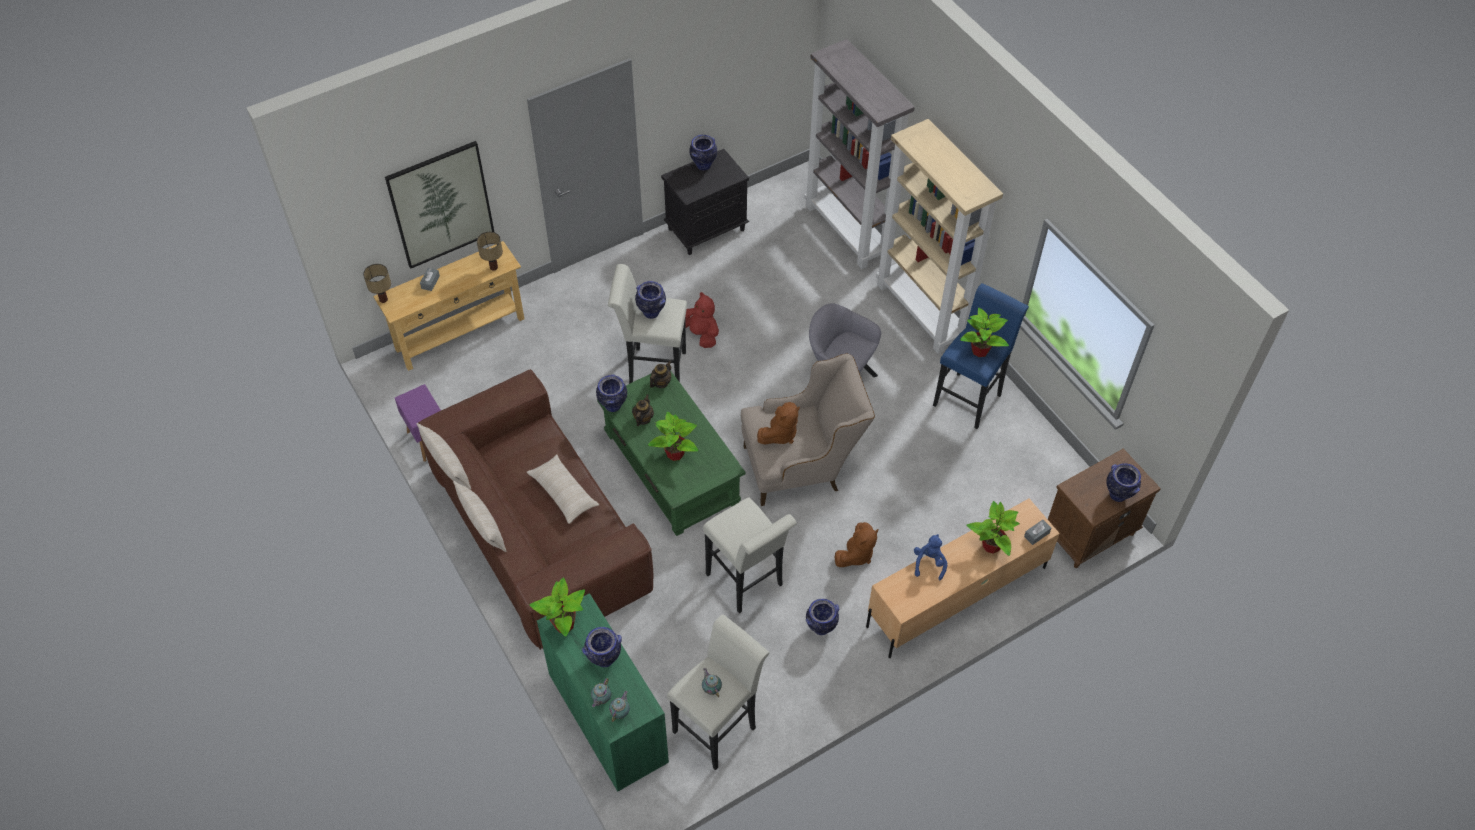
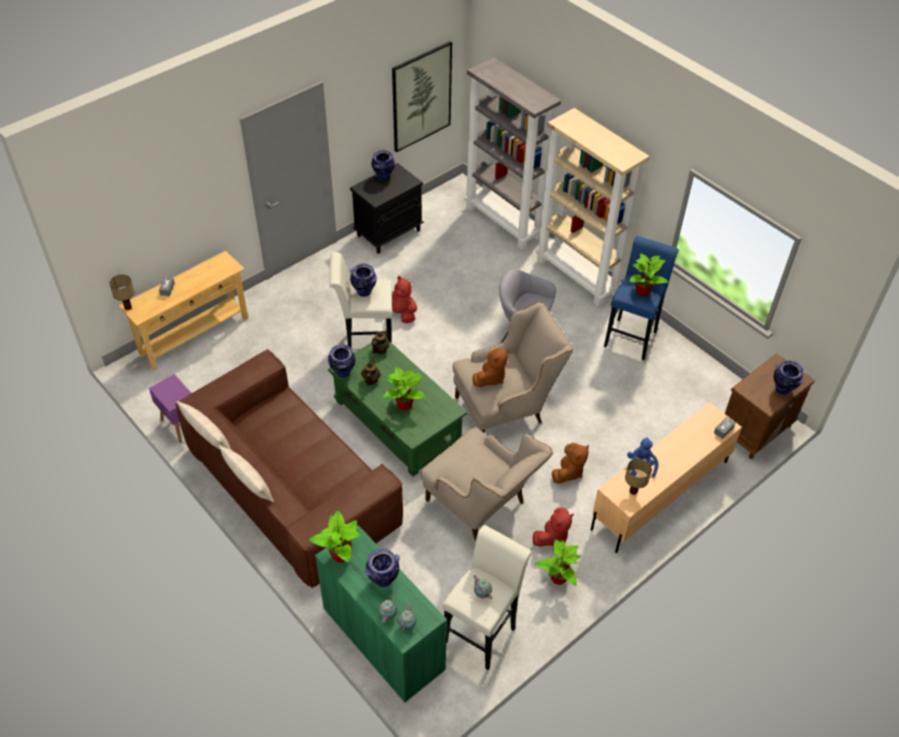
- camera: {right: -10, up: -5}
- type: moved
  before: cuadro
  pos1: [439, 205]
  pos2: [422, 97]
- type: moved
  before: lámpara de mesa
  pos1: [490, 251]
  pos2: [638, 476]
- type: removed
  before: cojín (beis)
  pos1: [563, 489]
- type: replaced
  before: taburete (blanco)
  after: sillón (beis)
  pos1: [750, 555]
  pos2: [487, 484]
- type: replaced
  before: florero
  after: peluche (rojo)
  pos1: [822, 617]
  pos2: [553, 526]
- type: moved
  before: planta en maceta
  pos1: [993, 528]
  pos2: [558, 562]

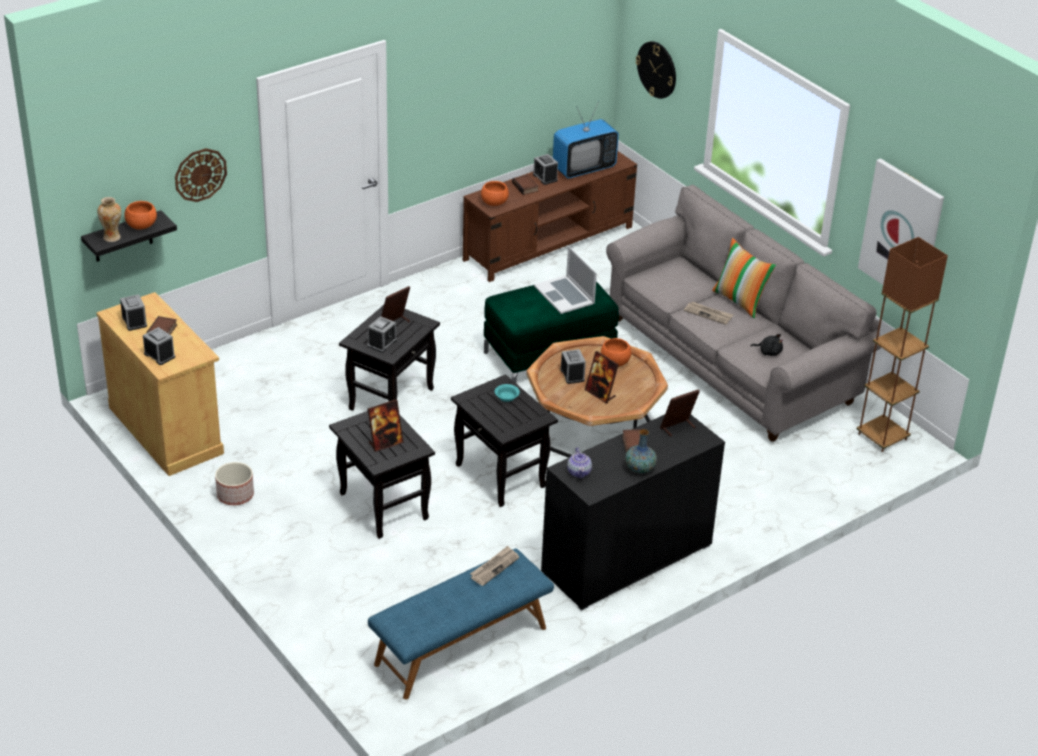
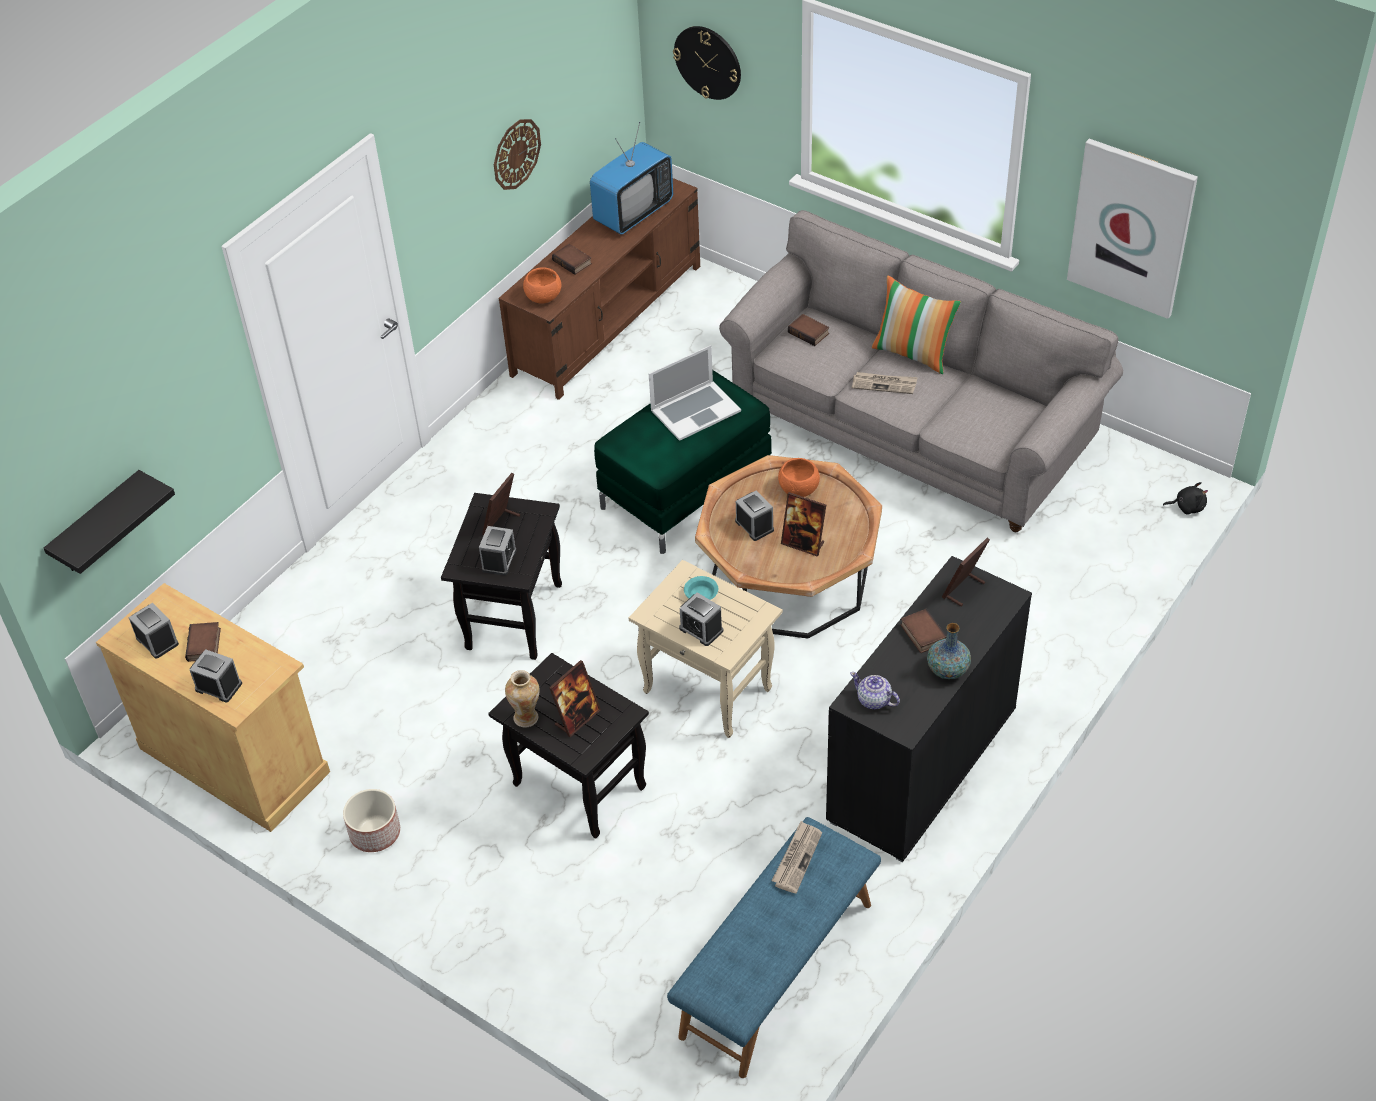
- camera: {right: -15, up: 10}
- type: moved
  before: florero
  pos1: [109, 219]
  pos2: [522, 698]
- type: removed
  before: cuenco (naranja)
  pos1: [140, 215]
- type: moved
  before: reloj de pared
  pos1: [201, 175]
  pos2: [517, 154]
- type: recoloured
  before: mesa auxiliar (negro)
  after: mesa auxiliar (beis)
  pos1: [504, 440]
  pos2: [706, 649]
- type: moved
  before: despertador
  pos1: [545, 169]
  pos2: [701, 619]
- type: turned
  before: portátil
  pos1: [565, 280]
  pos2: [695, 393]
  turn: -75
- type: turned
  before: tetera
  pos1: [579, 462]
  pos2: [875, 690]
  turn: 150
- type: moved
  before: peluche (negro)
  pos1: [767, 345]
  pos2: [1185, 498]
- type: removed
  before: lámpara de pie (marrón)
  pos1: [902, 344]
- type: added
  after: libro
  pos2: [808, 330]

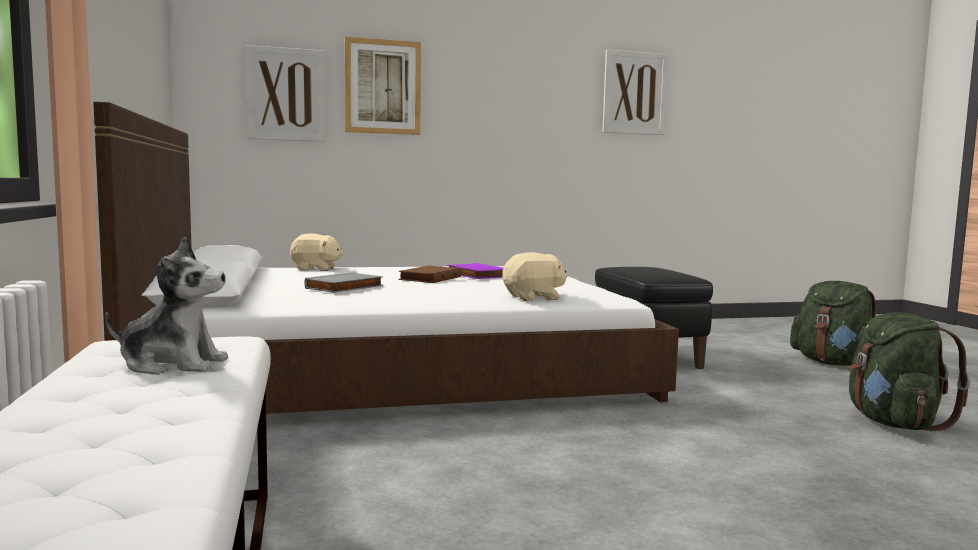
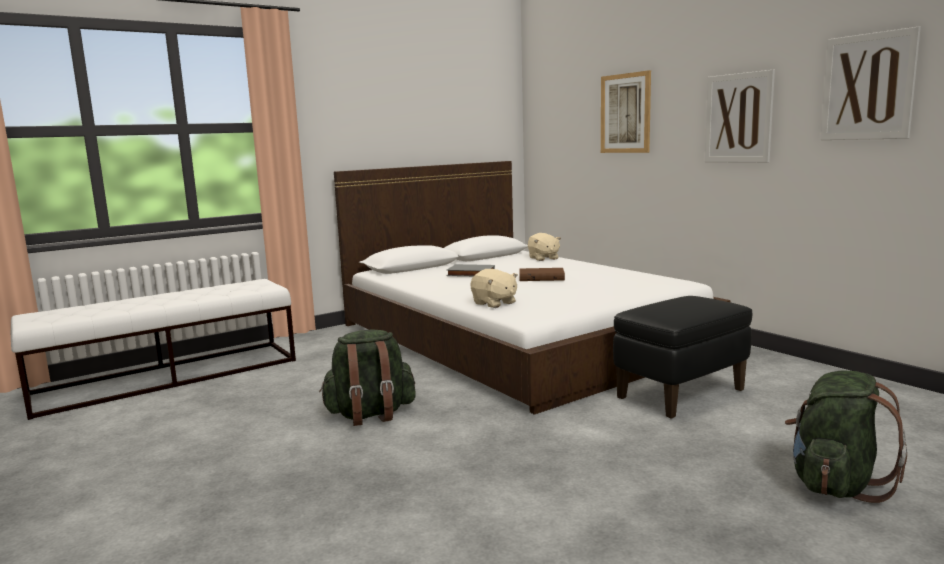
- camera: {right: 70, up: 5}
- type: removed
  before: peluche
  pos1: [166, 305]
- type: moved
  before: cuadro
  pos1: [285, 93]
  pos2: [740, 116]
- type: removed
  before: libro (morado)
  pos1: [475, 271]
- type: moved
  before: mochila (verde)
  pos1: [909, 371]
  pos2: [367, 378]

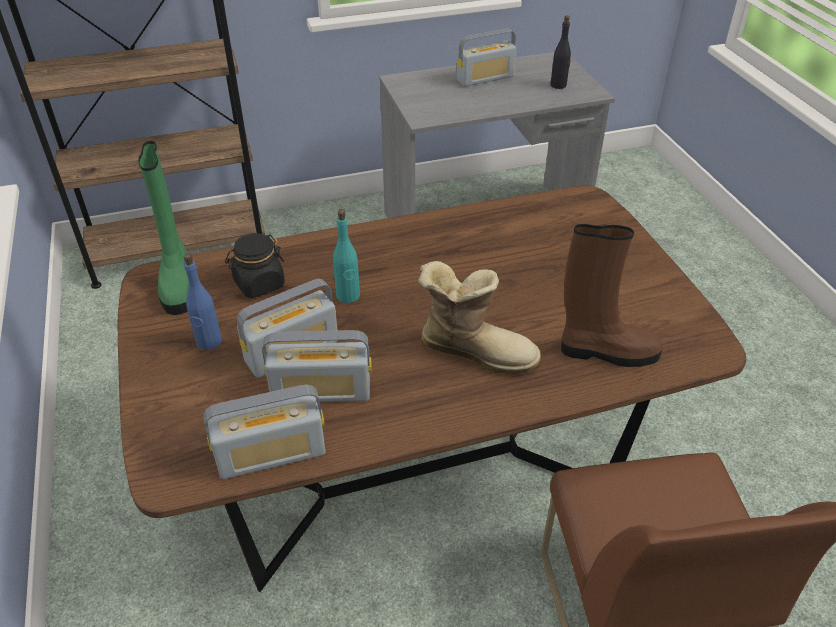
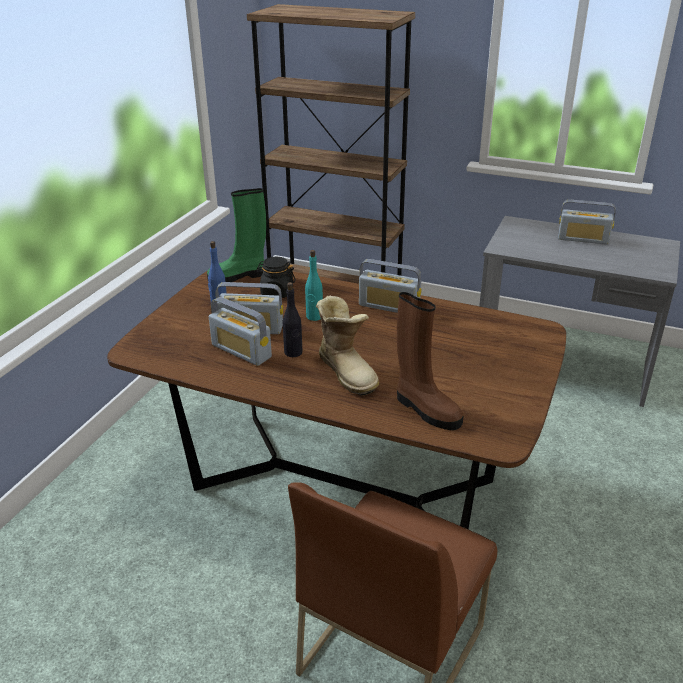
- camera: {right: 40, up: -10}
- type: turned
  before: bota (verde)
  pos1: [163, 228]
  pos2: [236, 235]
  turn: 45
- type: moved
  before: radio
  pos1: [265, 432]
  pos2: [390, 286]
- type: moved
  before: botella (negro)
  pos1: [560, 52]
  pos2: [293, 319]

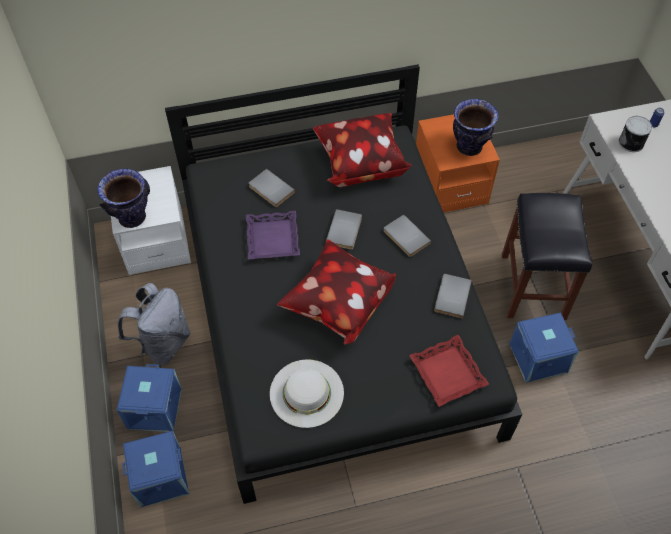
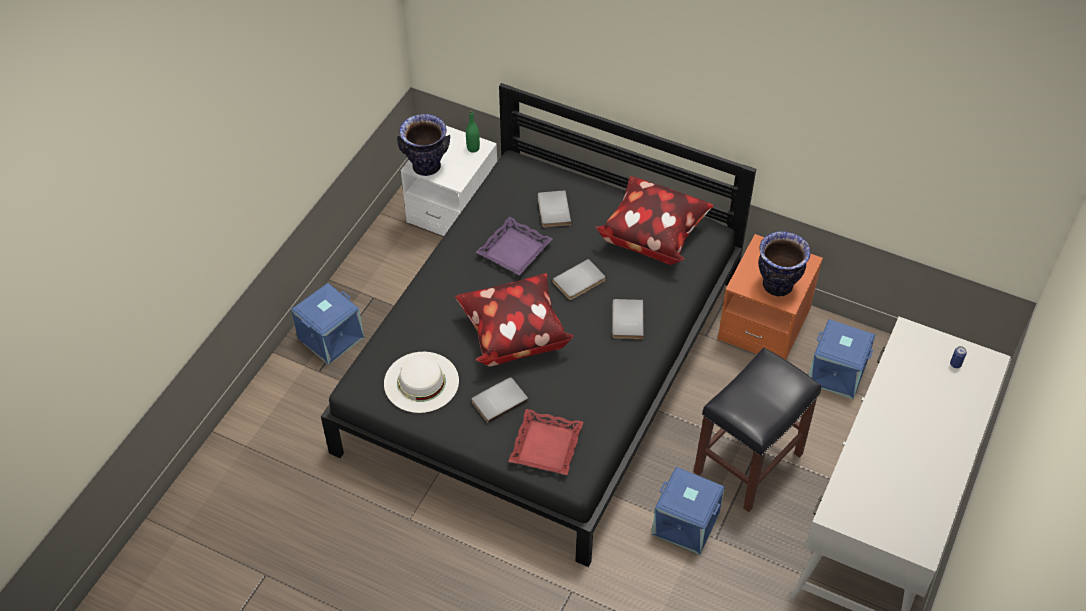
- camera: {right: 40, up: -5}
- type: removed
  before: mochila (gris)
  pos1: [154, 324]
- type: moved
  before: caja de almacenaje (azul)
  pos1: [155, 469]
  pos2: [842, 359]
- type: moved
  before: libro (gris)
  pos1: [453, 296]
  pos2: [500, 400]
- type: removed
  before: lata
  pos1: [635, 134]
- type: added
  after: botella (verde)
  pos2: [473, 131]

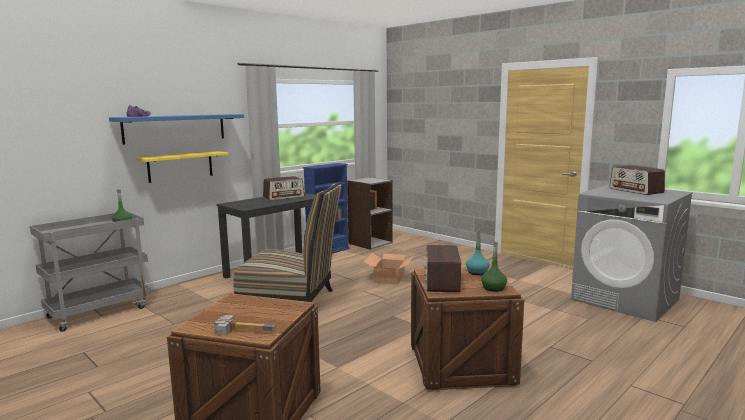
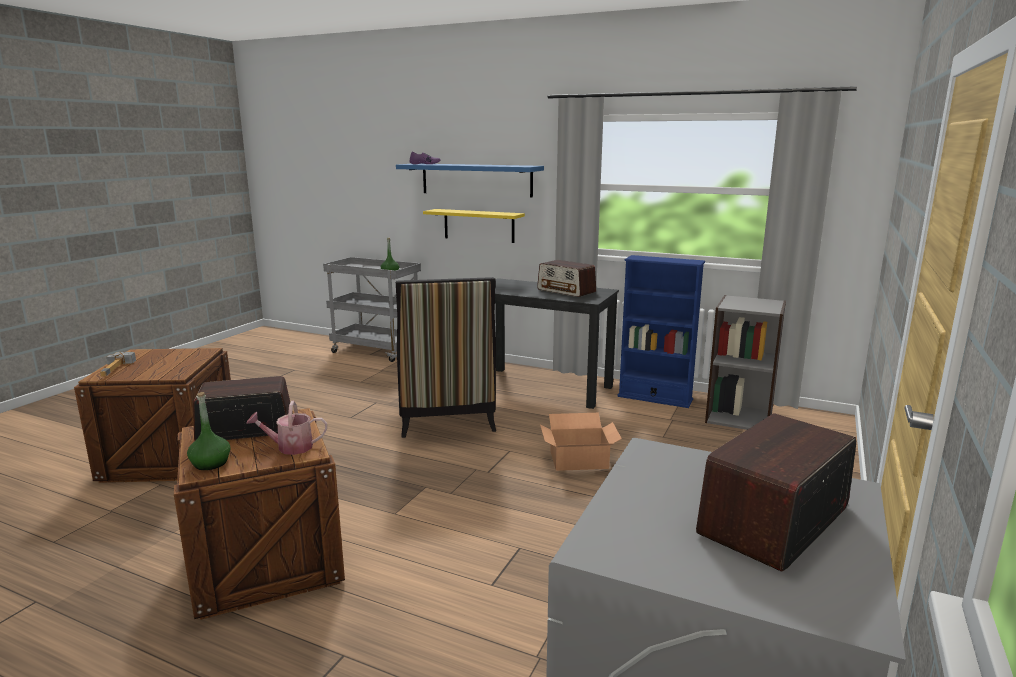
- camera: {right: 70, up: 5}
- type: replaced
  before: botella (turquesa)
  after: regadera
  pos1: [478, 252]
  pos2: [286, 428]

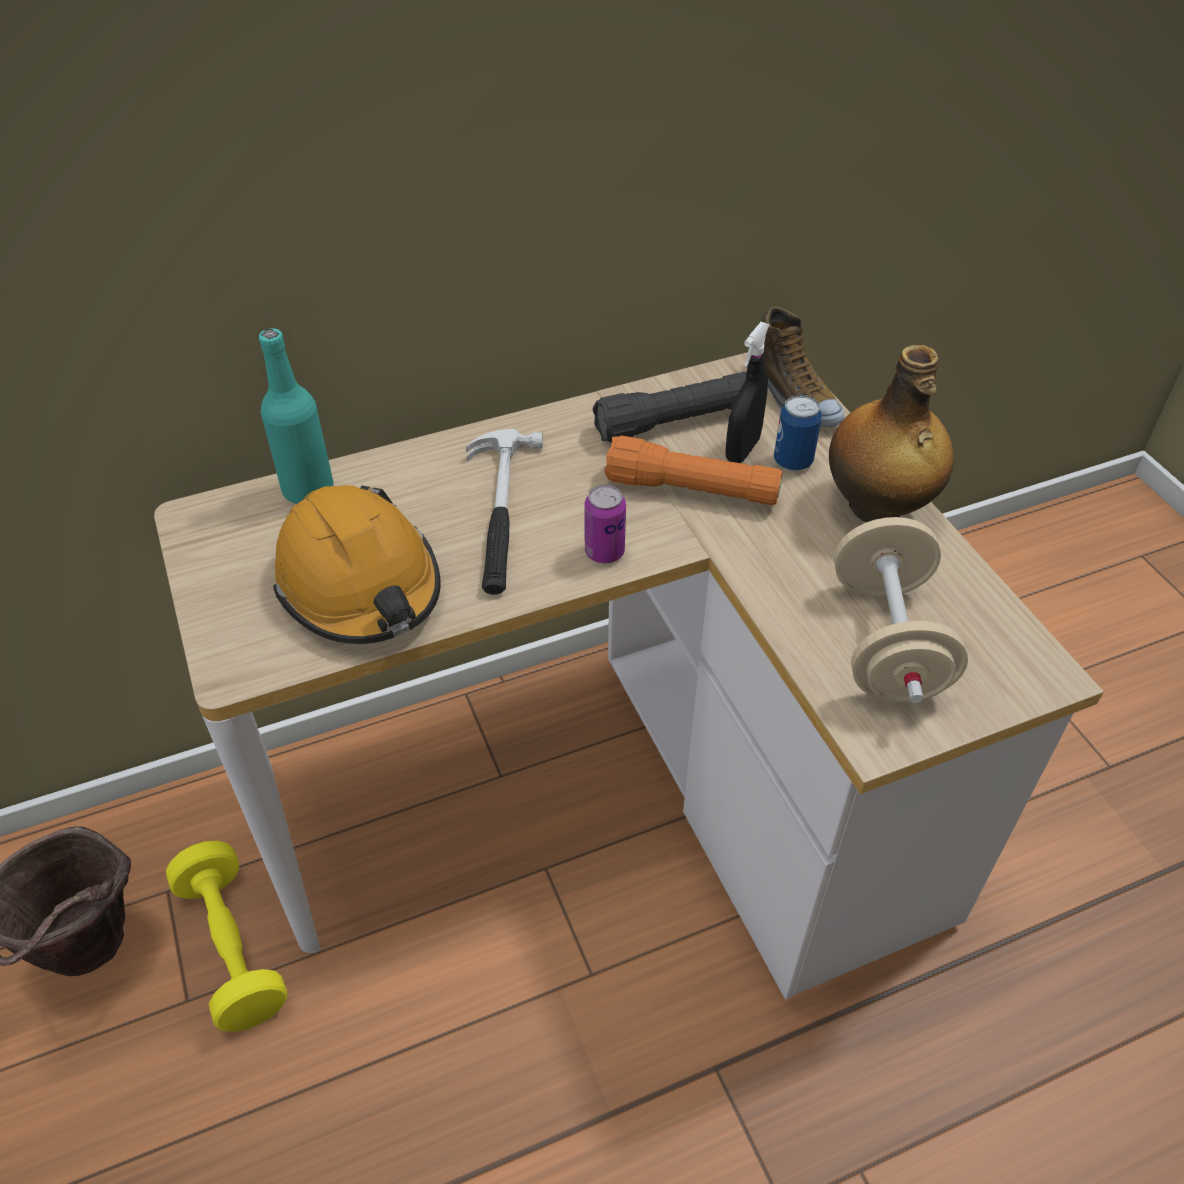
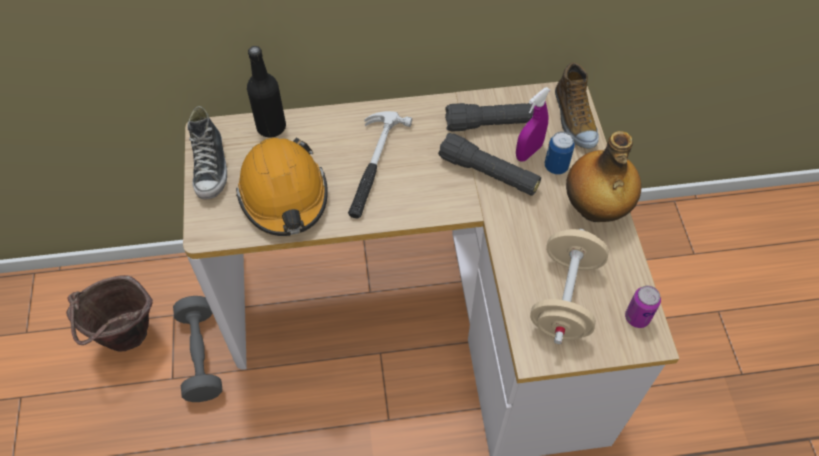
- camera: {right: 15, up: 10}
- type: recoloured
  before: mancuerna (amarillo)
  after: mancuerna (gris)
  pos1: [226, 936]
  pos2: [197, 349]
- type: recoloured
  before: botella (turquesa)
  after: botella (negro)
  pos1: [296, 416]
  pos2: [266, 91]
- type: moved
  before: lata
  pos1: [605, 524]
  pos2: [643, 307]
- type: recoloured
  before: linterna (naranja)
  after: linterna (negro)
  pos1: [693, 470]
  pos2: [489, 164]
- type: recoloured
  before: pulverizador (negro)
  after: pulverizador (morado)
  pos1: [747, 392]
  pos2: [533, 124]
- type: added
  after: zapato
  pos2: [207, 153]

